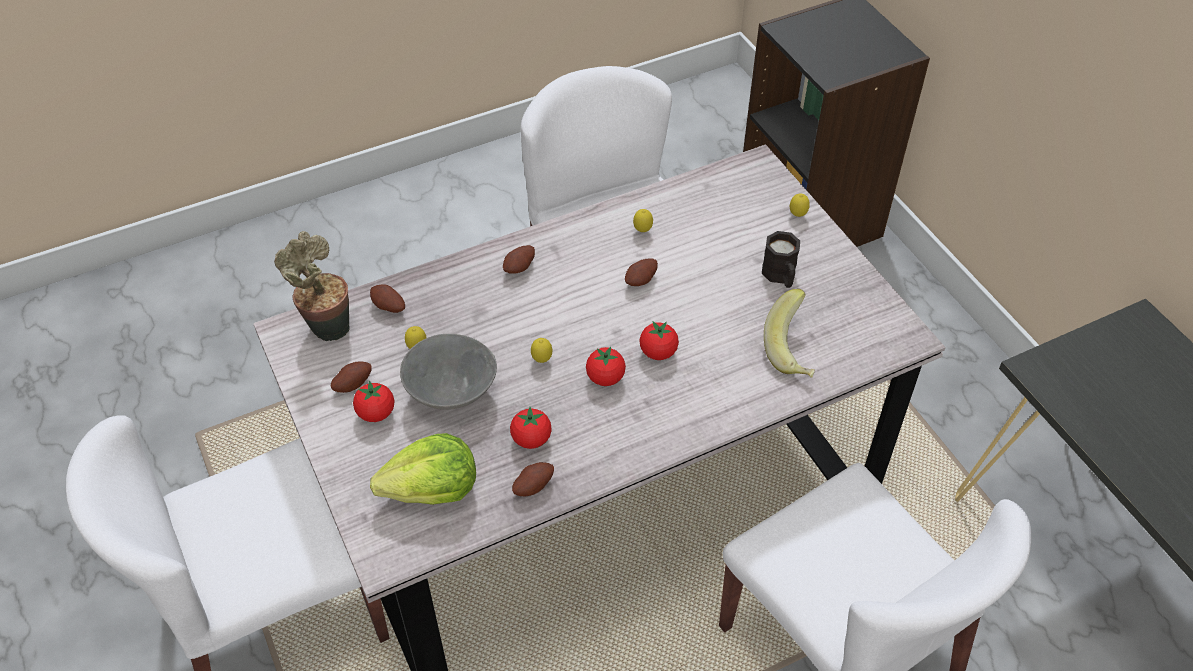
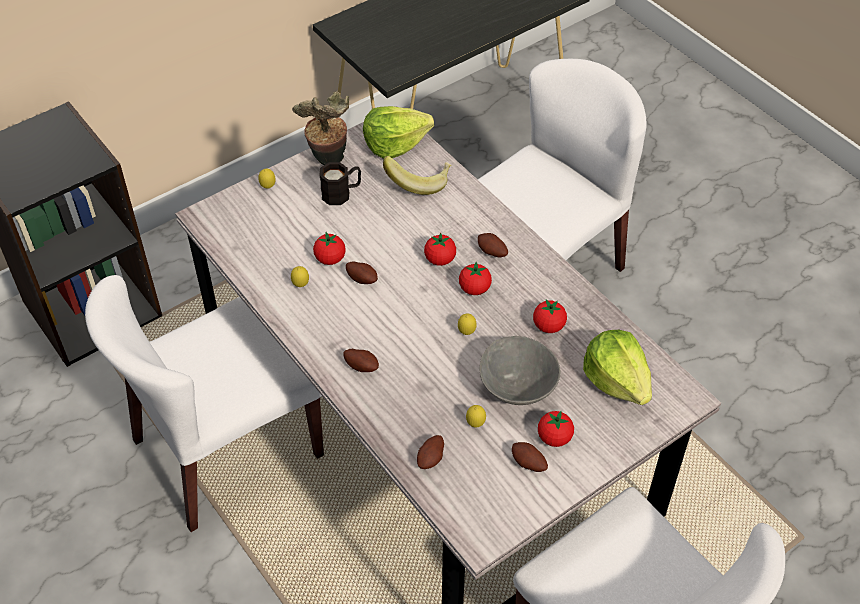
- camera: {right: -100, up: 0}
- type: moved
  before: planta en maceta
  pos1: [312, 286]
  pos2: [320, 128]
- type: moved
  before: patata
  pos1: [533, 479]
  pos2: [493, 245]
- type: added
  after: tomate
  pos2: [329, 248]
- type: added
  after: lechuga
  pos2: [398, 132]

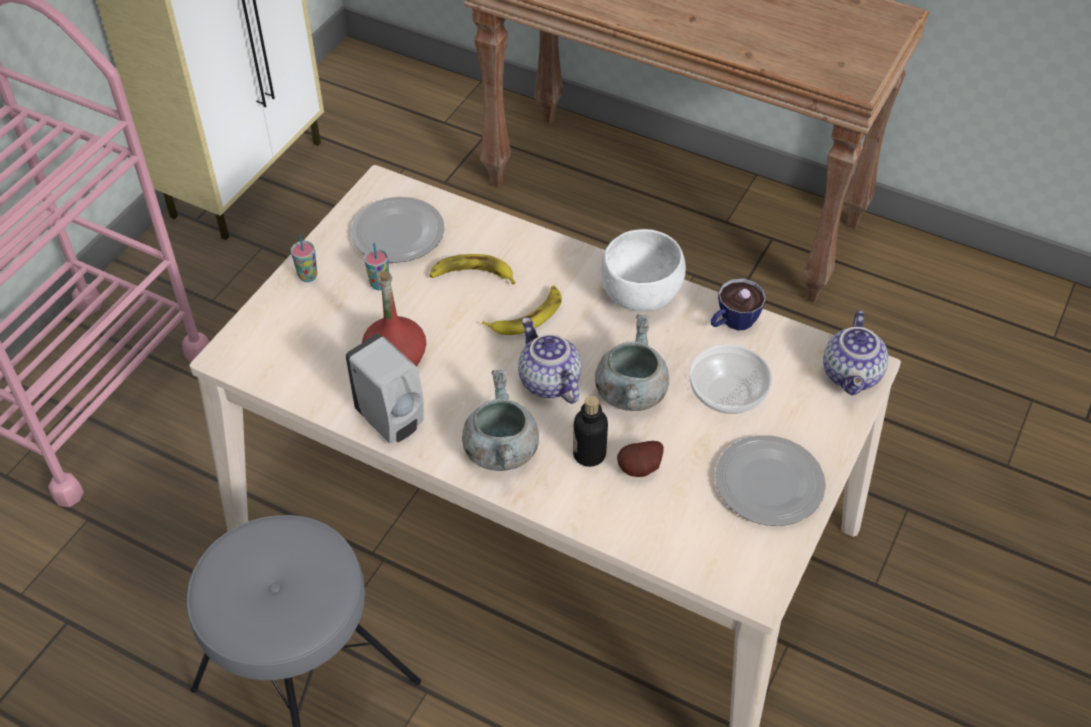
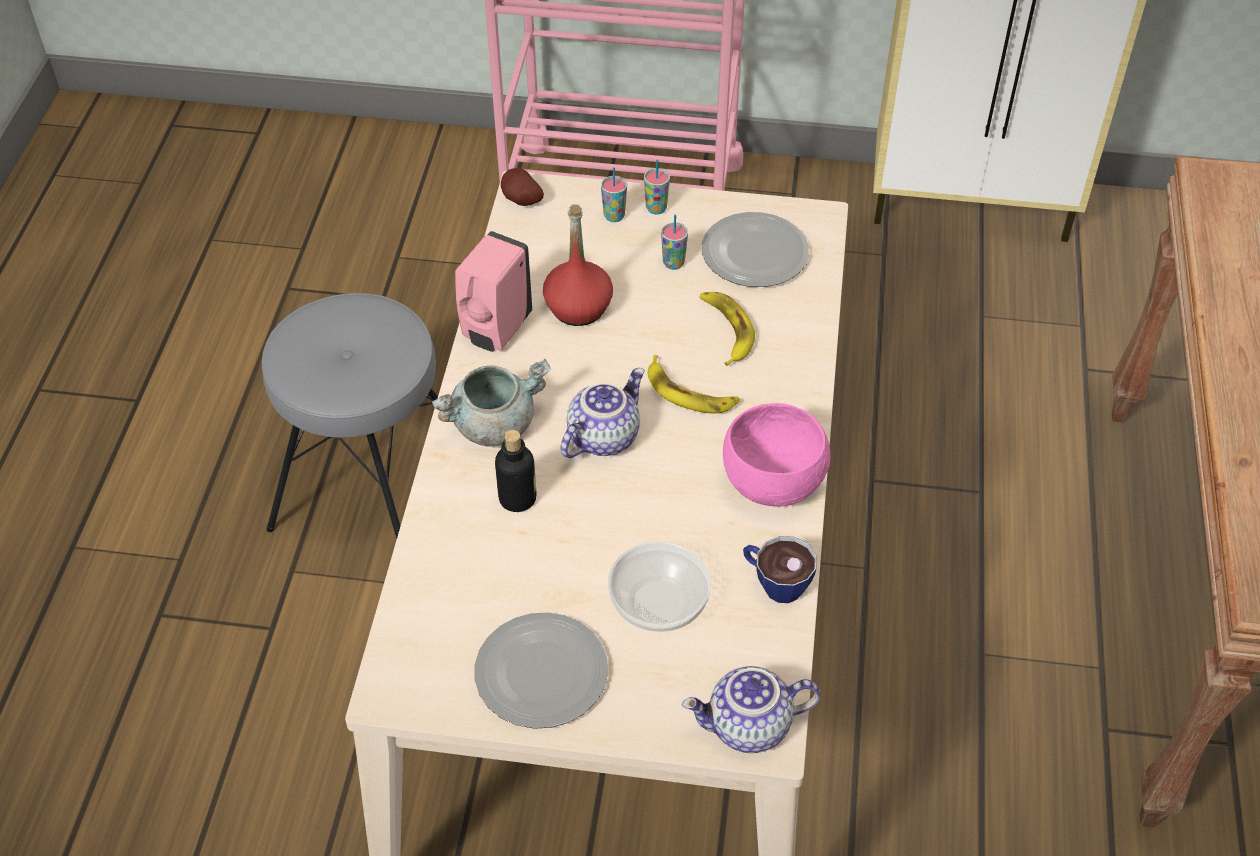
- camera: {right: 70, up: 0}
- type: recoloured
  before: dispensador de jabón (blanco)
  after: dispensador de jabón (rosa)
  pos1: [385, 388]
  pos2: [493, 291]
- type: removed
  before: olla (gris)
  pos1: [632, 363]
- type: recoloured
  before: cuenco (blanco)
  after: cuenco (rosa)
  pos1: [643, 270]
  pos2: [777, 455]
- type: moved
  before: patata
  pos1: [640, 459]
  pos2: [522, 187]
- type: added
  after: taza
  pos2: [614, 194]

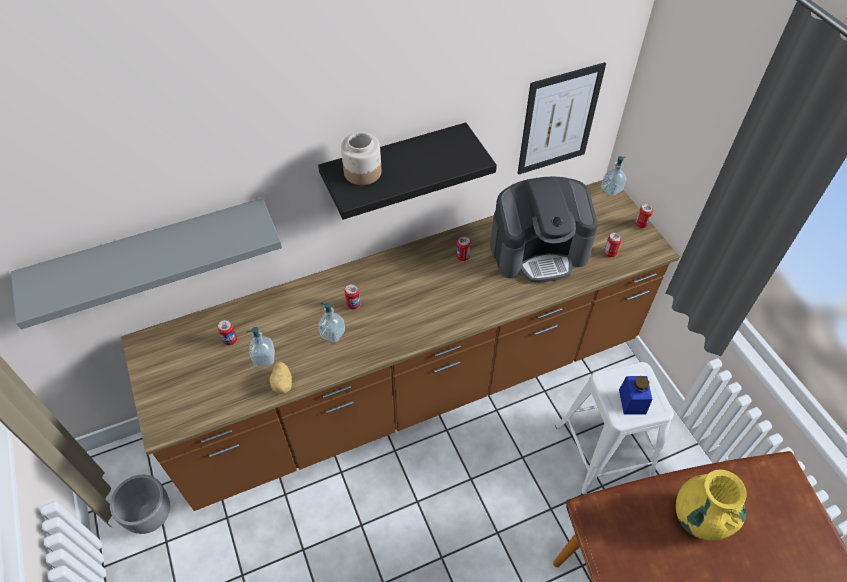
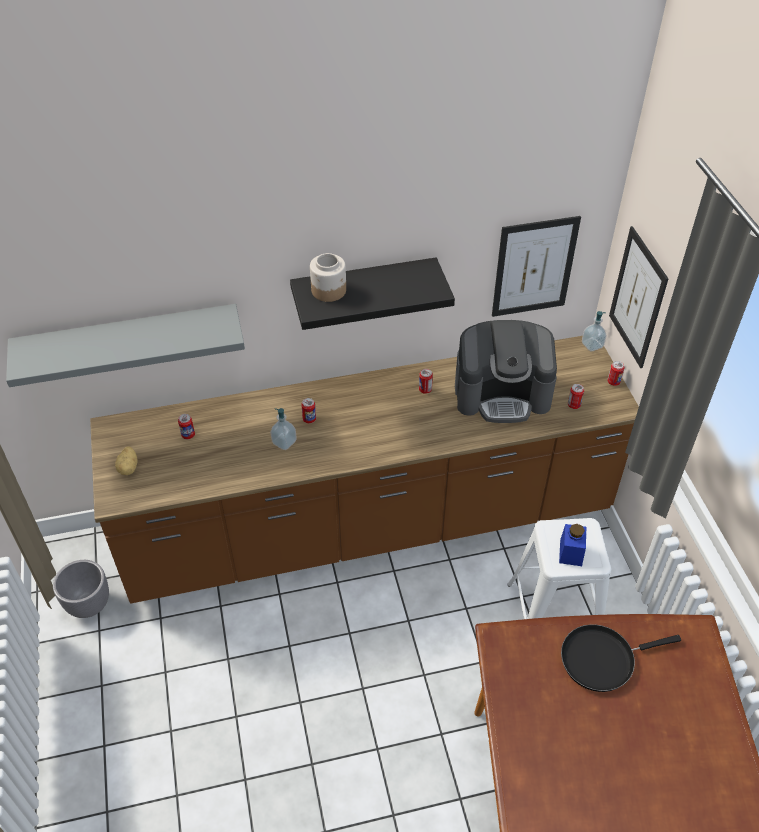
- camera: {right: 10, up: -5}
- type: removed
  before: dispensador de jabón
  pos1: [260, 346]
- type: moved
  before: patata
  pos1: [281, 378]
  pos2: [126, 460]
- type: replaced
  before: florero (amarillo)
  after: sartén (negro)
  pos1: [711, 505]
  pos2: [621, 658]
- type: added
  after: cuadro
  pos2: [638, 297]

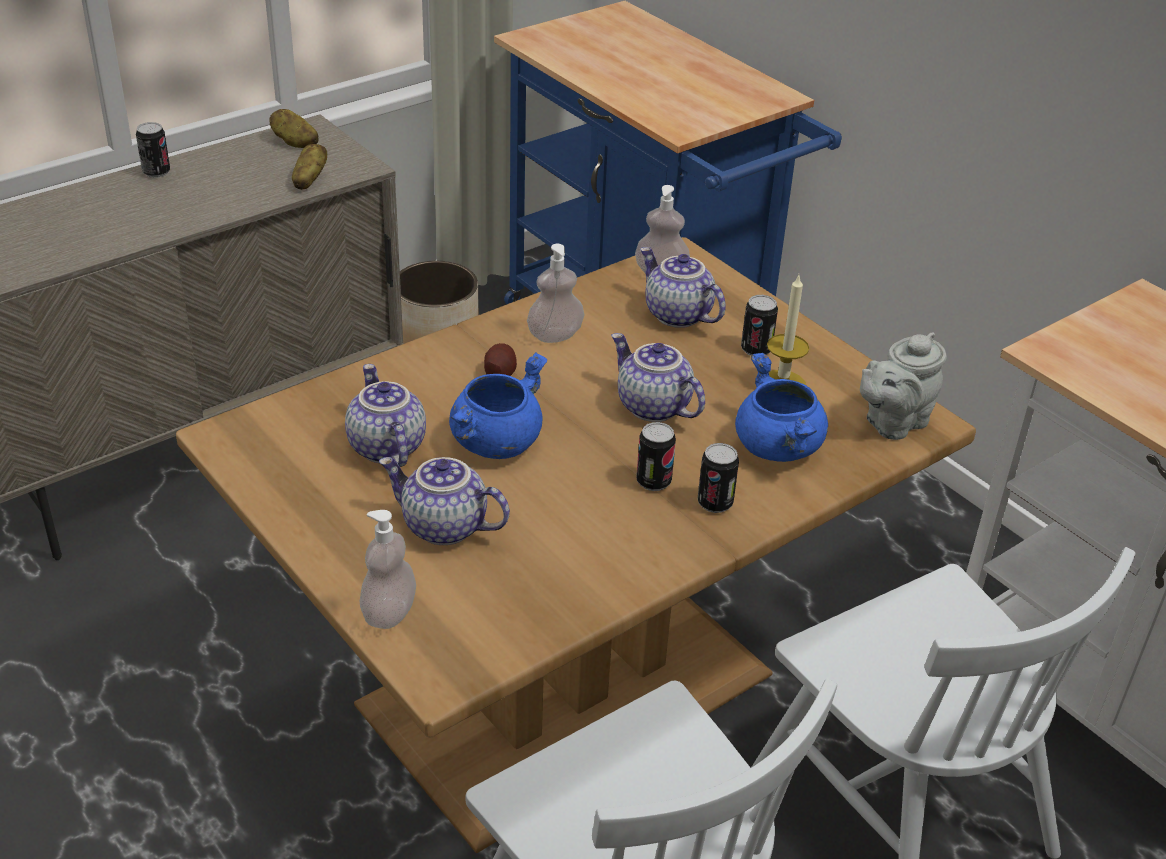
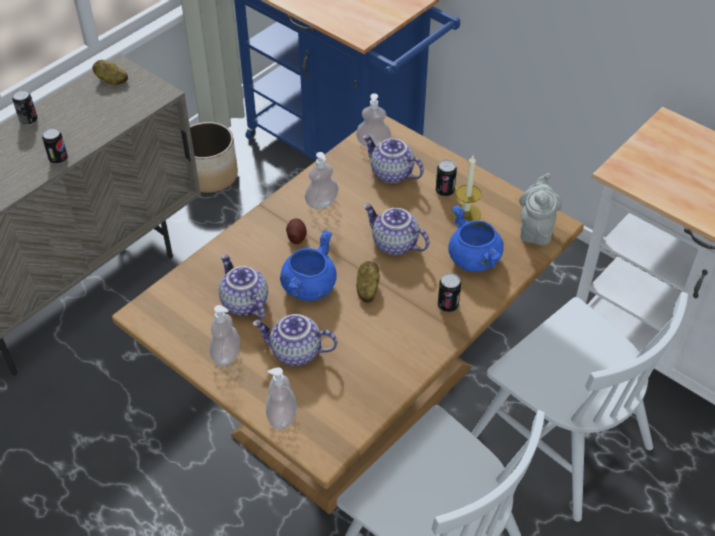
- camera: {right: -10, up: 10}
- type: moved
  before: patata
  pos1: [309, 167]
  pos2: [368, 282]
- type: moved
  before: lata
  pos1: [656, 456]
  pos2: [55, 146]
- type: turned
  before: tetera (gris)
  pos1: [903, 386]
  pos2: [540, 209]
  turn: 150
- type: added
  after: dispensador de jabón
  pos2: [225, 335]

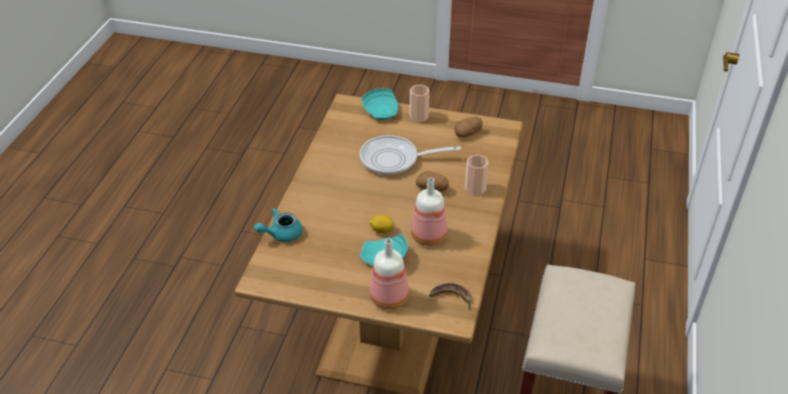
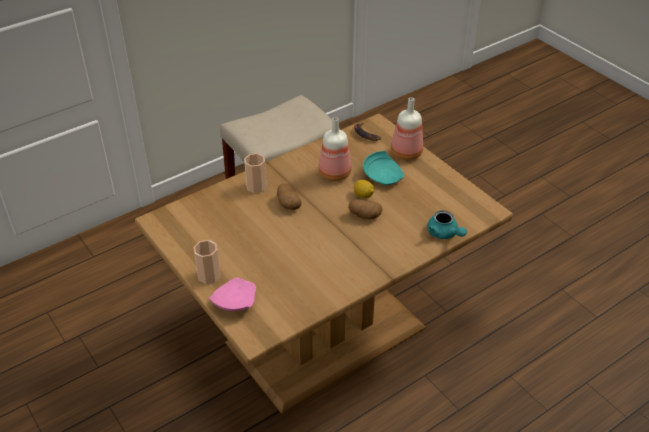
- camera: {right: -140, up: 0}
- type: turned
  before: tetera (turquesa)
  pos1: [278, 225]
  pos2: [447, 224]
  turn: 45
- type: removed
  before: sartén
  pos1: [410, 155]
- type: recoloured
  before: plato (turquesa)
  after: plato (rosa)
  pos1: [380, 104]
  pos2: [232, 294]
- type: moved
  before: patata
  pos1: [468, 127]
  pos2: [365, 209]

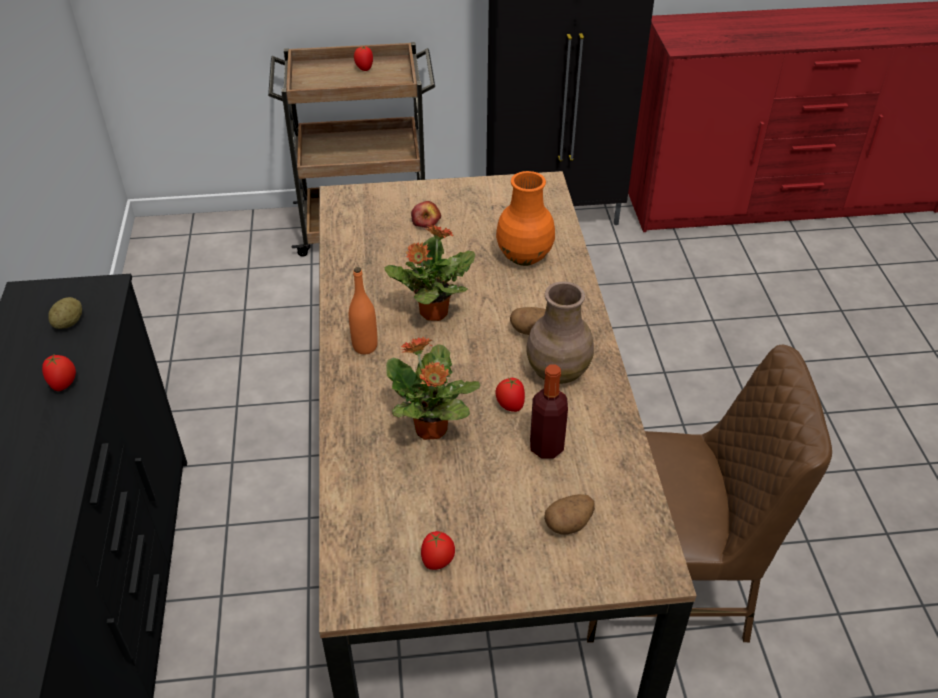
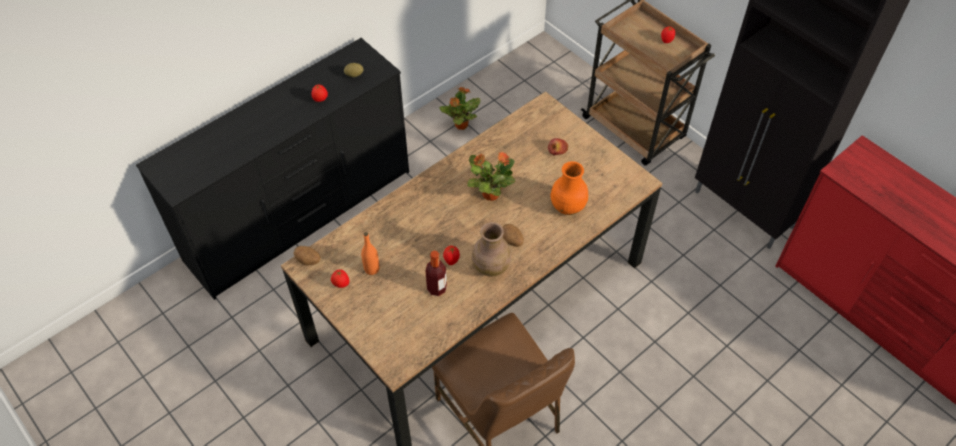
- camera: {right: 55, up: 10}
- type: moved
  before: botella (naranja)
  pos1: [363, 310]
  pos2: [370, 253]
- type: moved
  before: planta en maceta
  pos1: [433, 388]
  pos2: [460, 108]
- type: moved
  before: patata
  pos1: [569, 514]
  pos2: [307, 255]

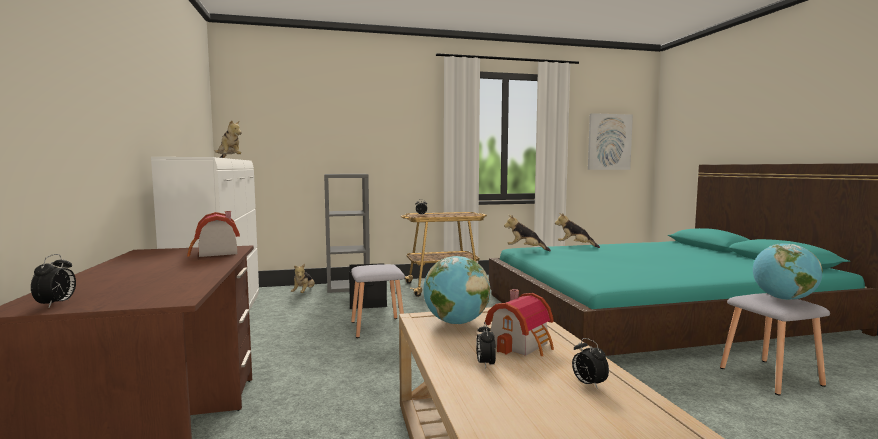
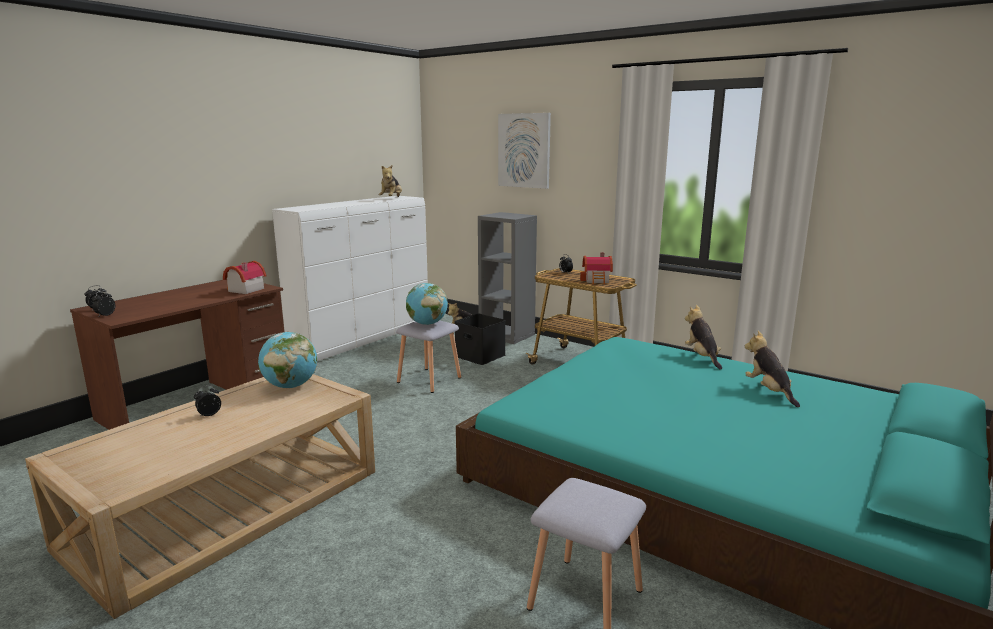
- camera: {right: 50, up: 10}
- type: moved
  before: casita
  pos1: [519, 322]
  pos2: [596, 268]
- type: moved
  before: peluche
  pos1: [527, 233]
  pos2: [772, 369]
- type: moved
  before: despertador
  pos1: [590, 364]
  pos2: [103, 303]
- type: moved
  before: cuadro
  pos1: [610, 141]
  pos2: [524, 151]
- type: moved
  before: globo terráqueo
  pos1: [788, 271]
  pos2: [427, 304]

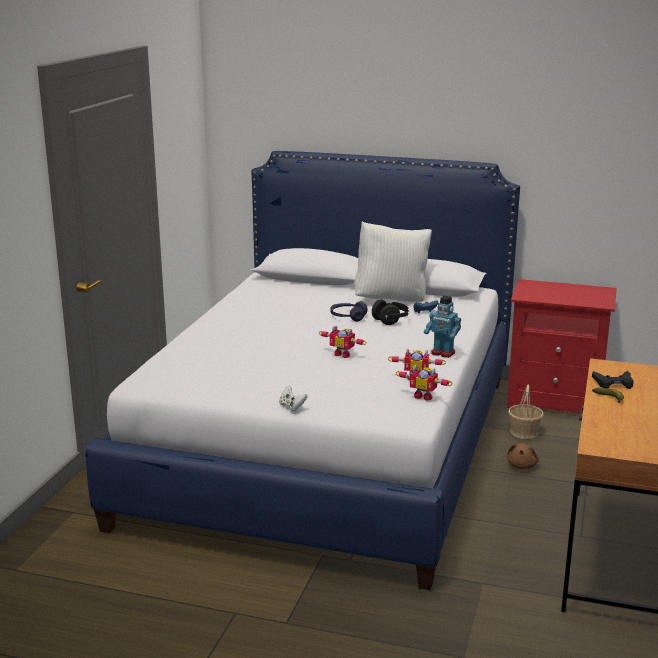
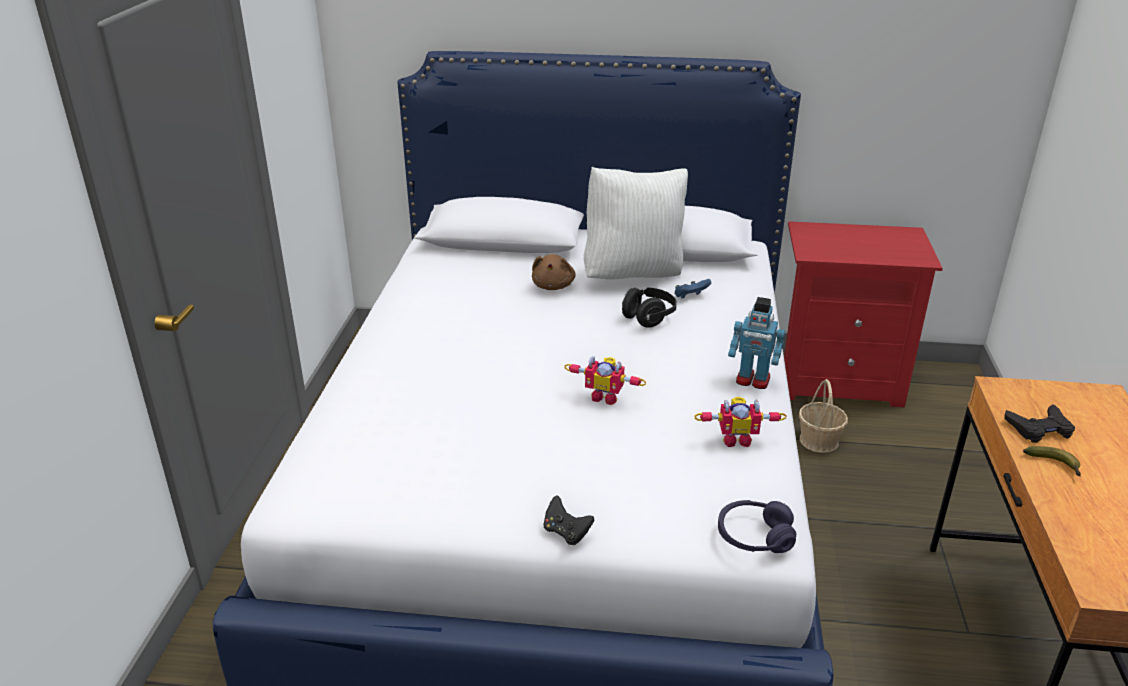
- camera: {right: -10, up: 10}
- type: recoloured
  before: mando de consola (blanco)
  after: mando de consola (negro)
  pos1: [293, 398]
  pos2: [569, 520]
- type: moved
  before: auriculares (morado)
  pos1: [349, 311]
  pos2: [757, 526]
- type: removed
  before: robot de juguete
  pos1: [424, 383]
- type: moved
  before: peluche (marrón)
  pos1: [523, 456]
  pos2: [554, 272]

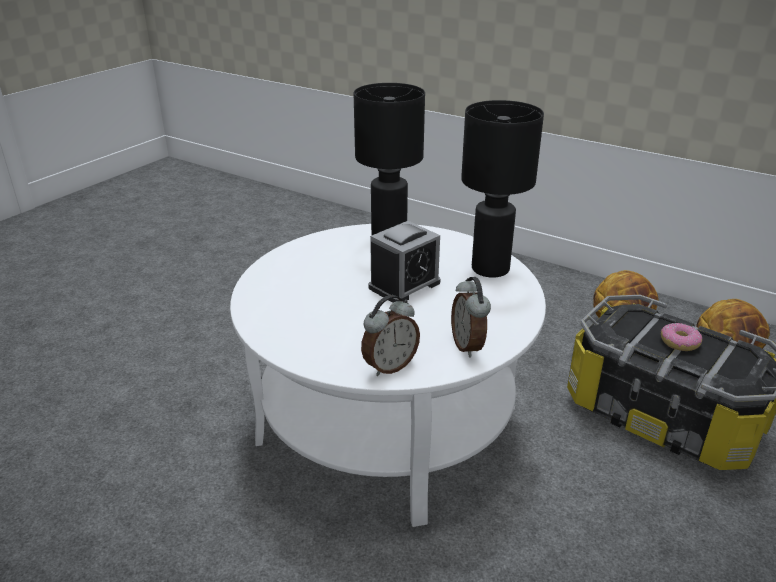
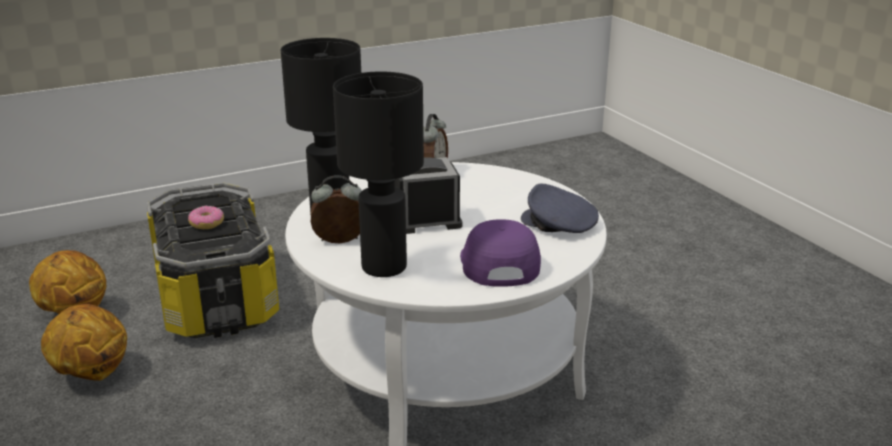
- camera: {right: -150, up: -5}
- type: moved
  before: despertador
  pos1: [390, 335]
  pos2: [336, 209]
- type: added
  after: gorra (morado)
  pos2: [500, 253]
- type: added
  after: gorra (gris)
  pos2: [560, 208]

